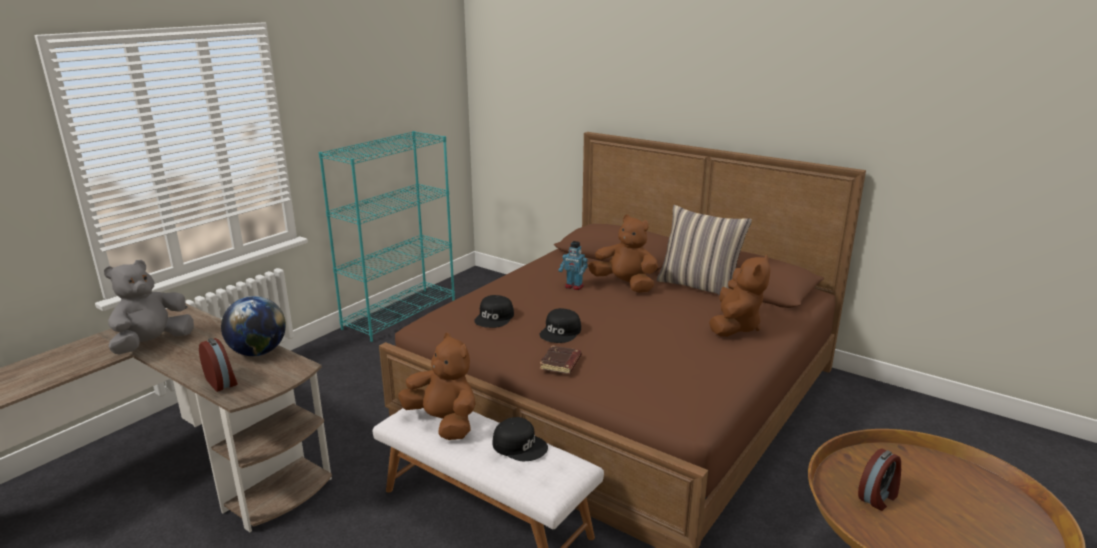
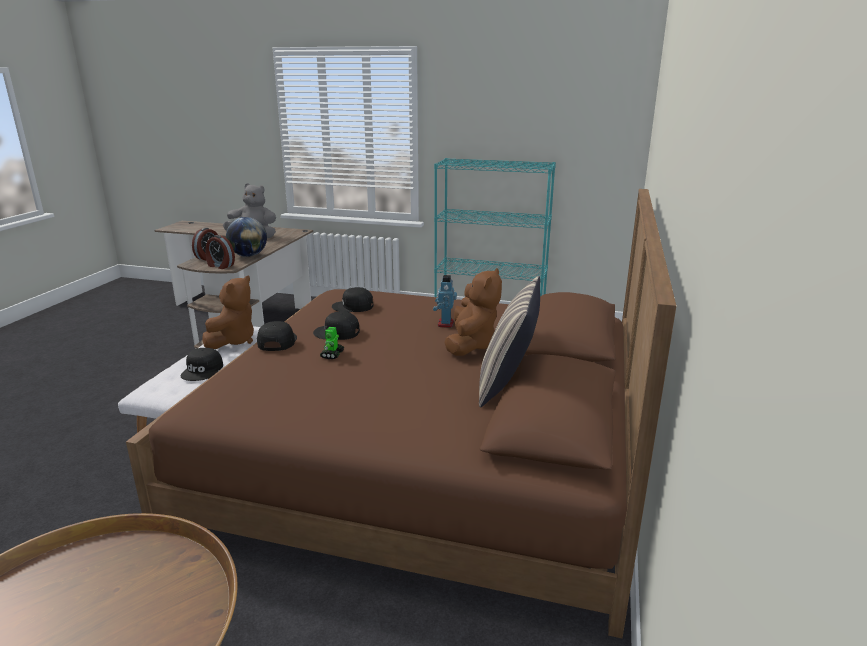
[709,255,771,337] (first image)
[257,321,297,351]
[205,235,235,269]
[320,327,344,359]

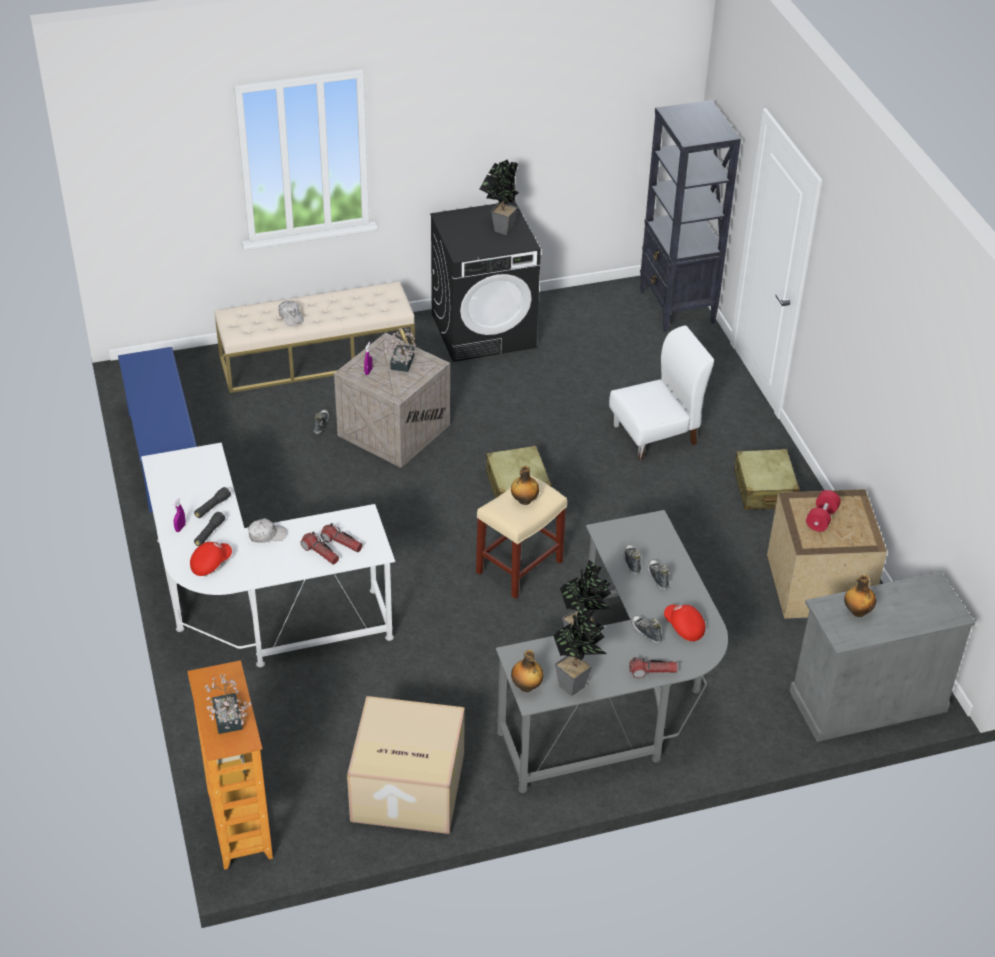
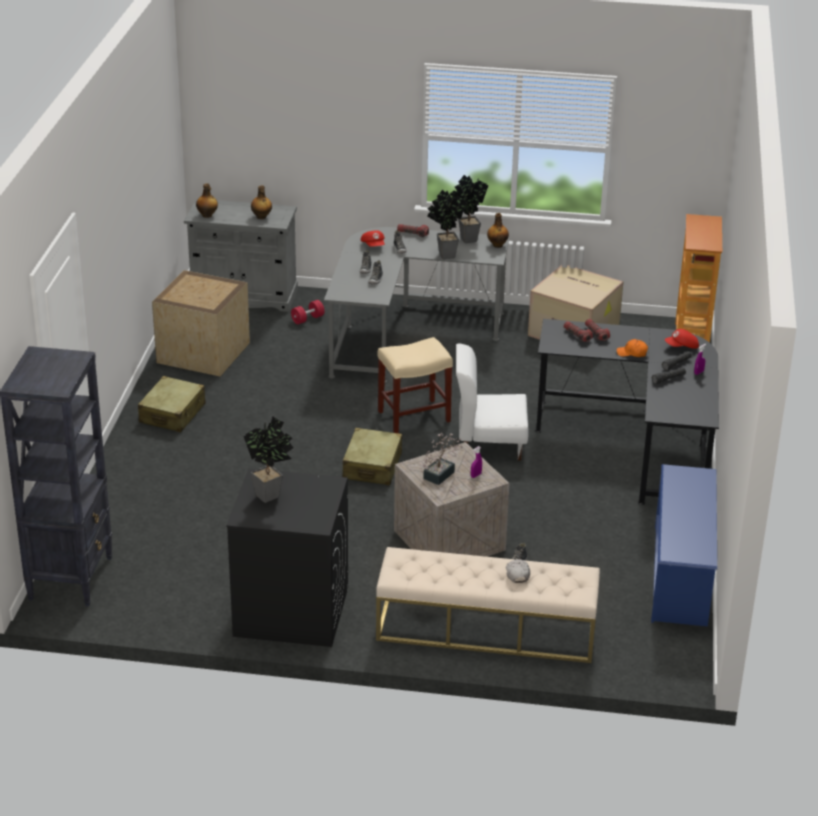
[456,344,528,460]
[535,319,719,505]
[196,183,218,218]
[291,300,324,324]
[617,339,648,357]
[205,674,251,734] (first image)

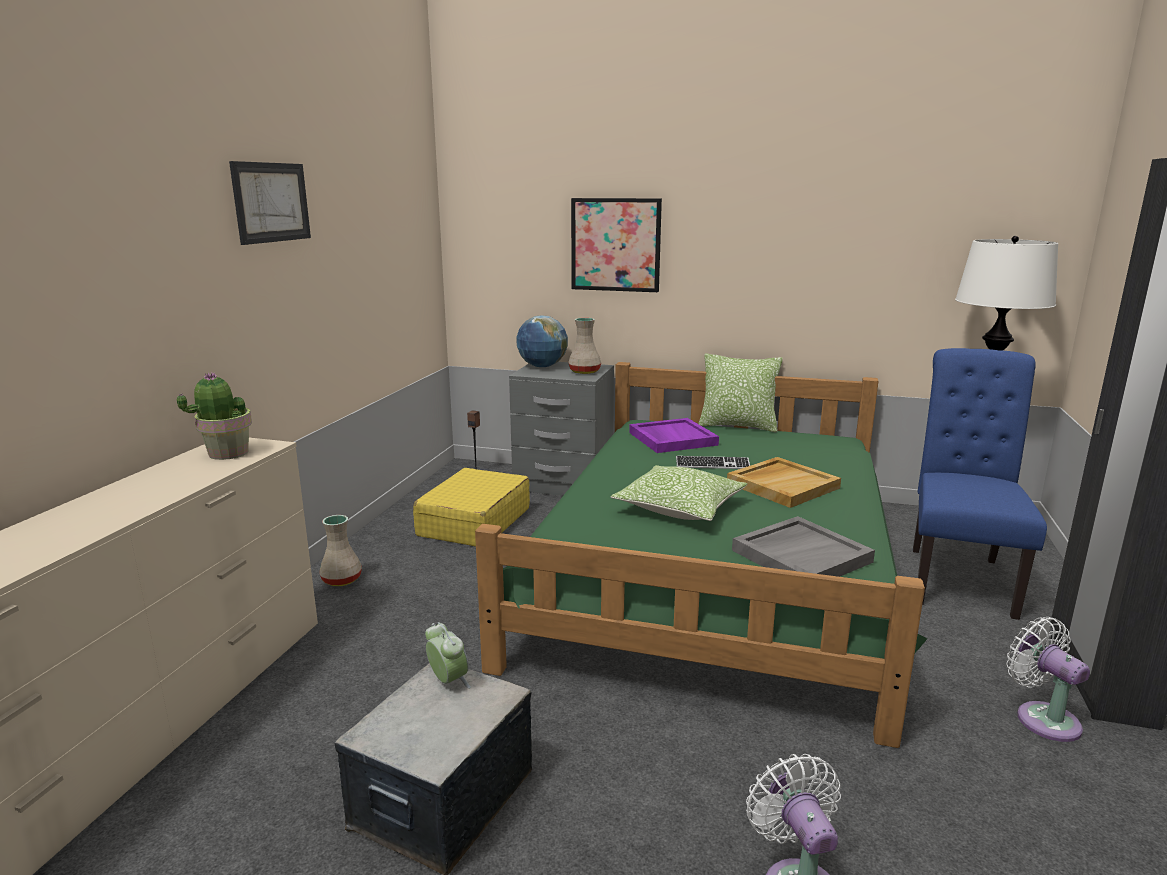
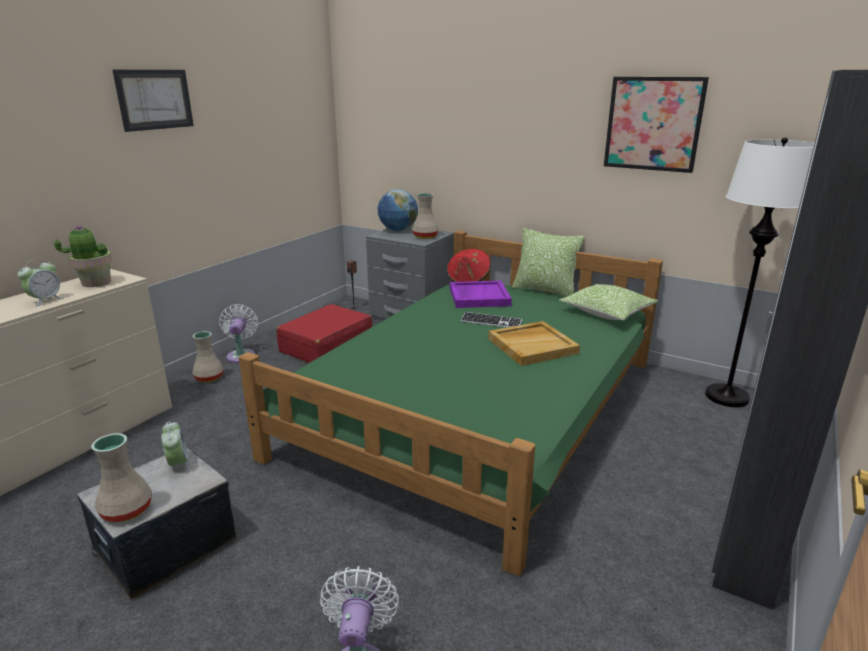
[604,77,709,173]
[913,348,1047,620] (first image)
[559,284,658,321]
[277,304,372,363]
[732,516,875,577] (first image)
[219,304,258,363]
[447,249,490,282]
[17,259,64,307]
[91,433,152,522]

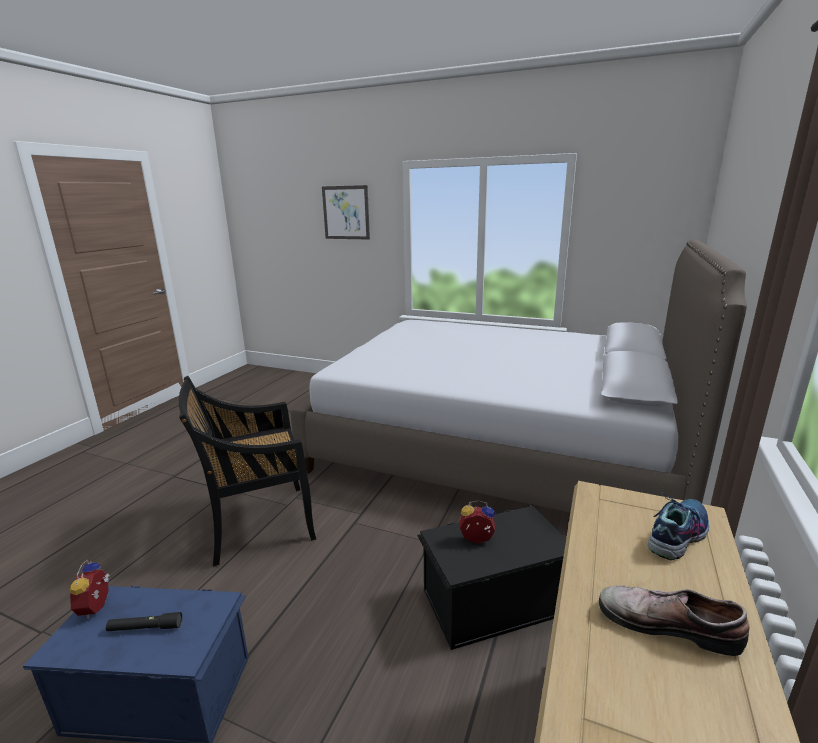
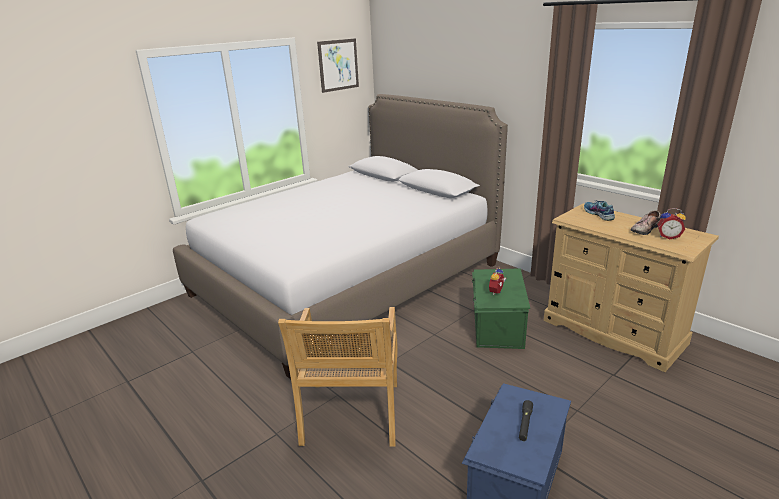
[317,38,359,93]
[278,307,398,447]
[472,268,530,349]
[657,208,686,240]

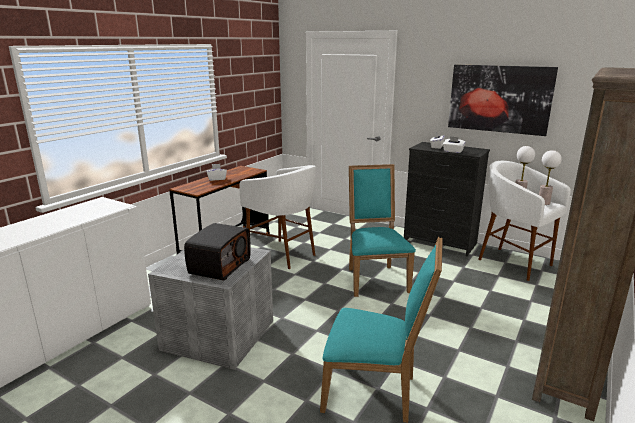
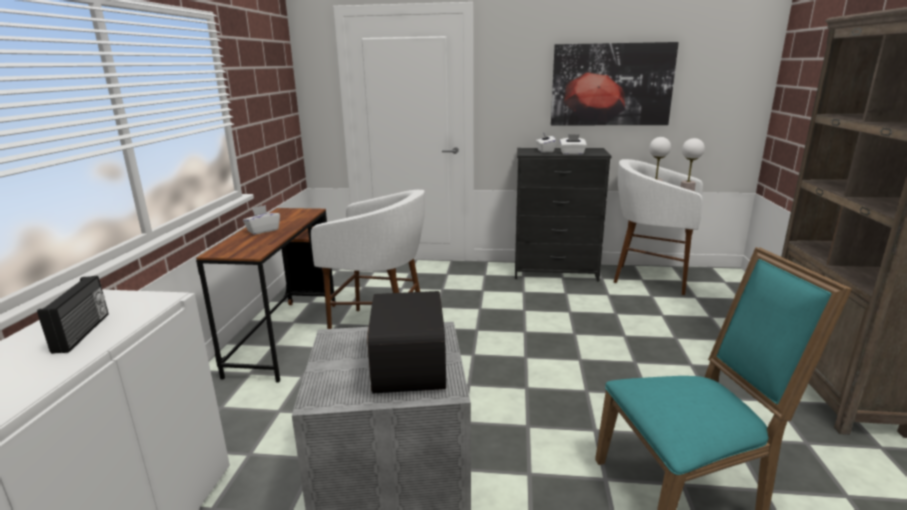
[349,164,416,297] (first image)
[37,276,109,354]

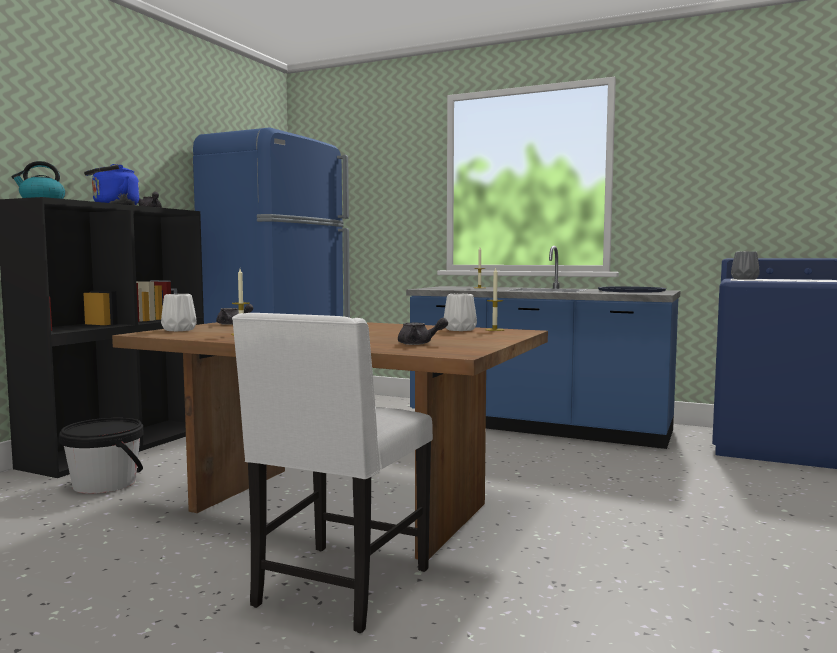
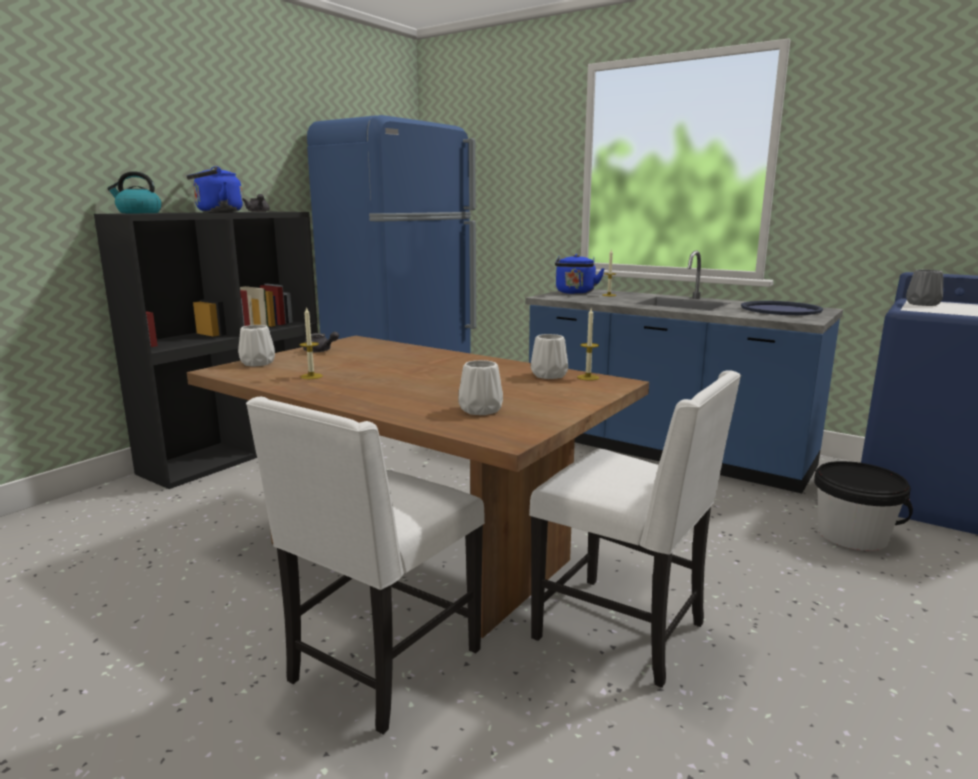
[458,360,503,415]
[814,461,913,551]
[555,254,605,294]
[529,370,741,688]

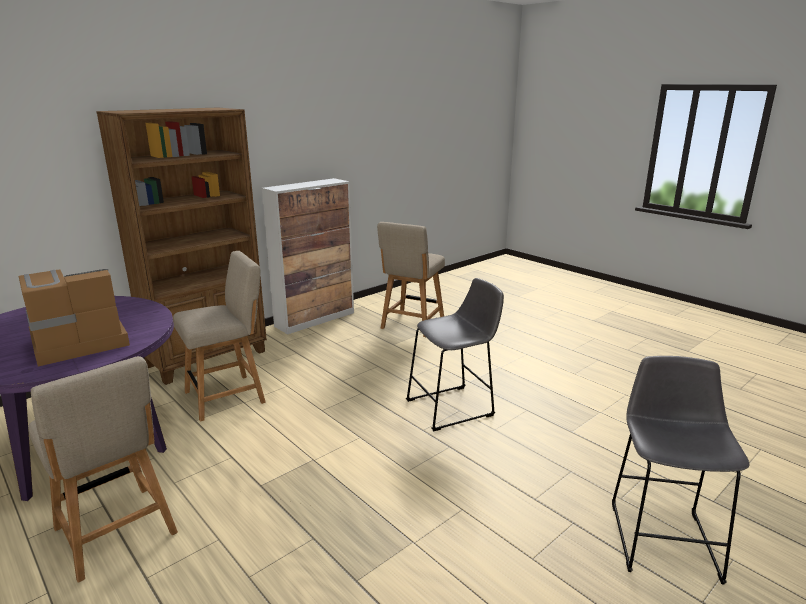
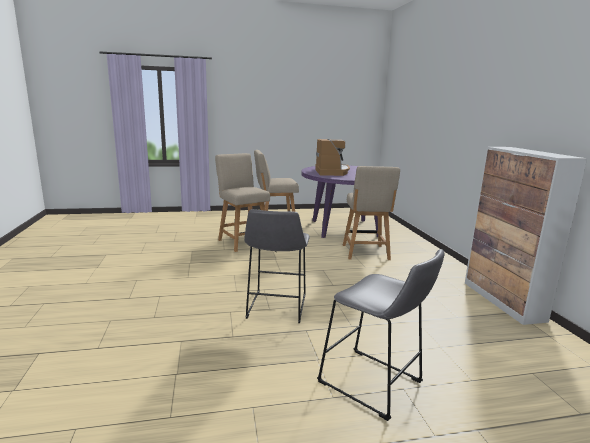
[96,107,267,385] (first image)
[215,153,270,252]
[317,249,445,421]

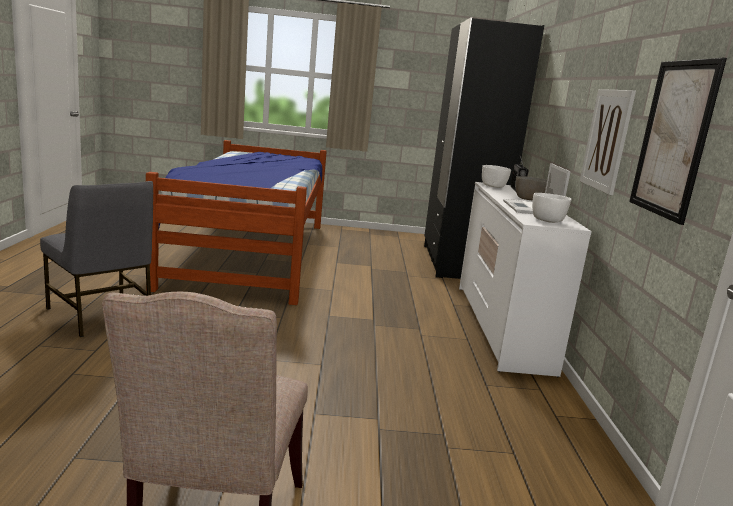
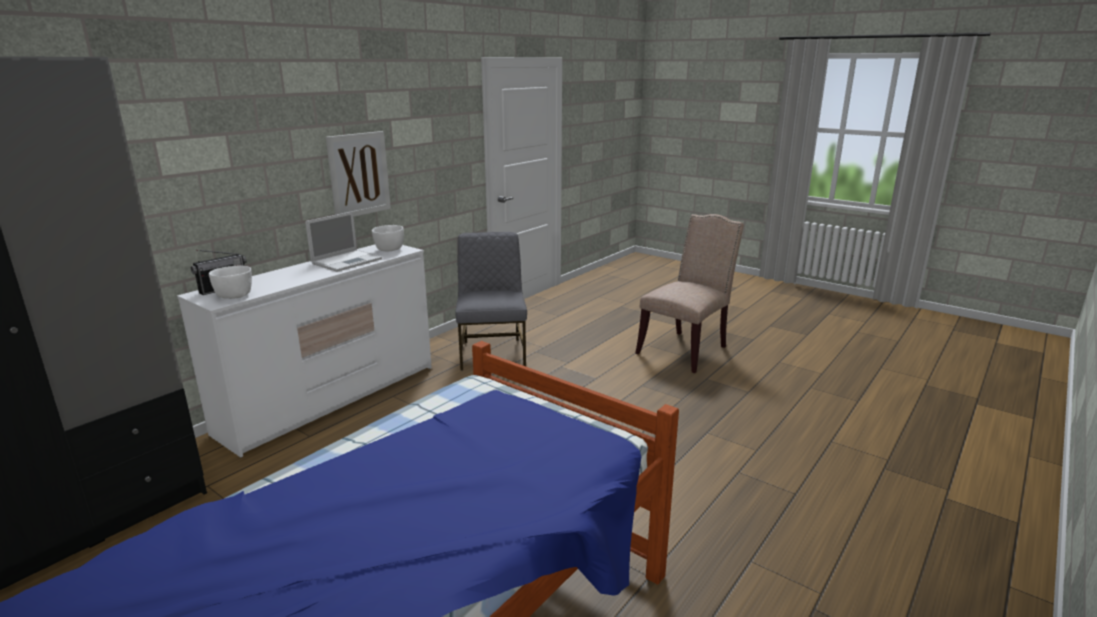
[629,58,727,225] (first image)
[516,176,547,201] (first image)
[455,232,527,371]

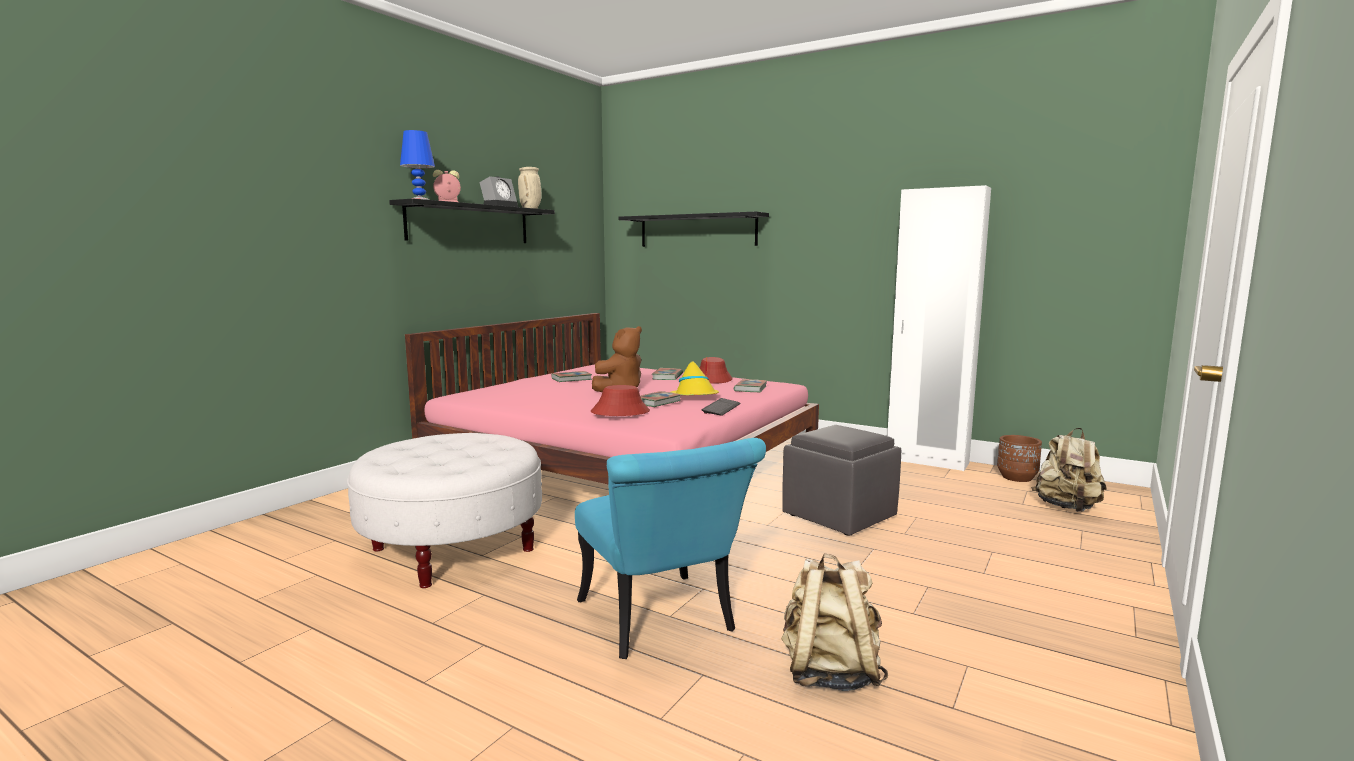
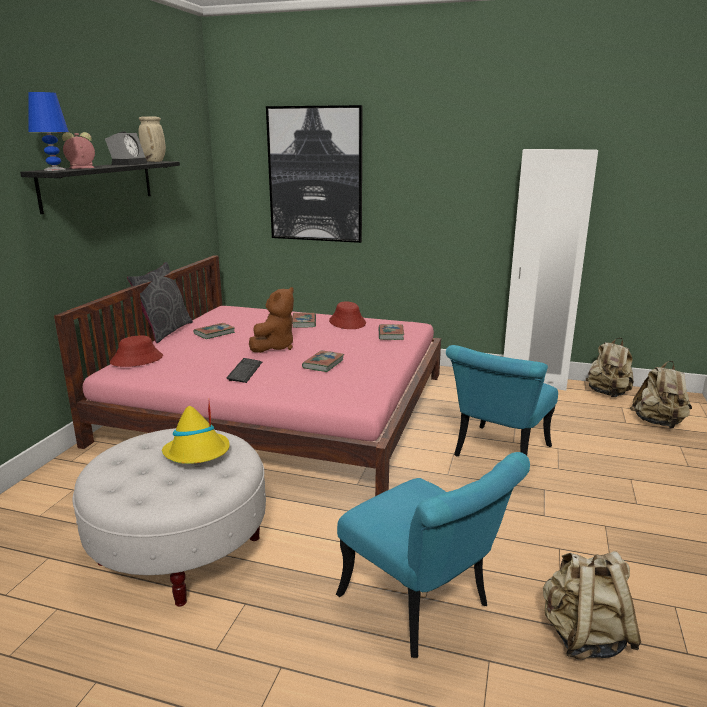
[266,105,363,243]
[162,402,230,464]
[110,336,163,367]
[227,358,262,383]
[446,345,558,477]
[586,338,634,397]
[127,262,193,343]

